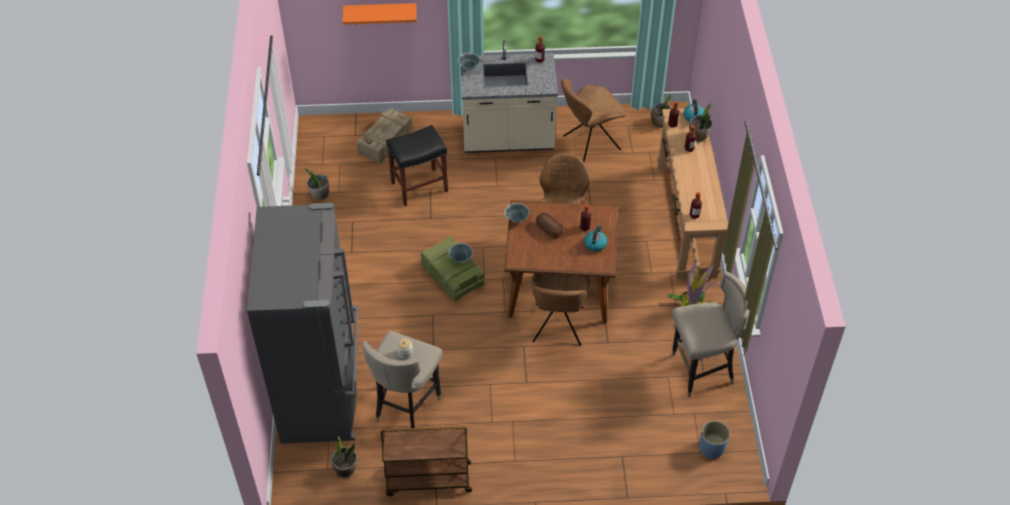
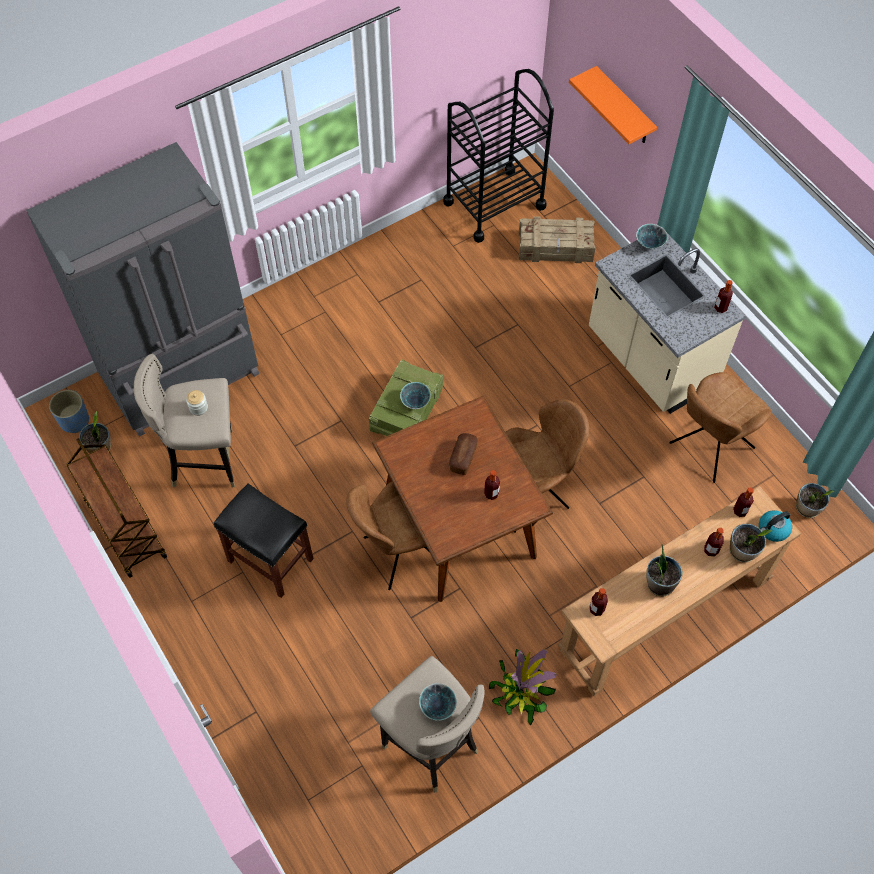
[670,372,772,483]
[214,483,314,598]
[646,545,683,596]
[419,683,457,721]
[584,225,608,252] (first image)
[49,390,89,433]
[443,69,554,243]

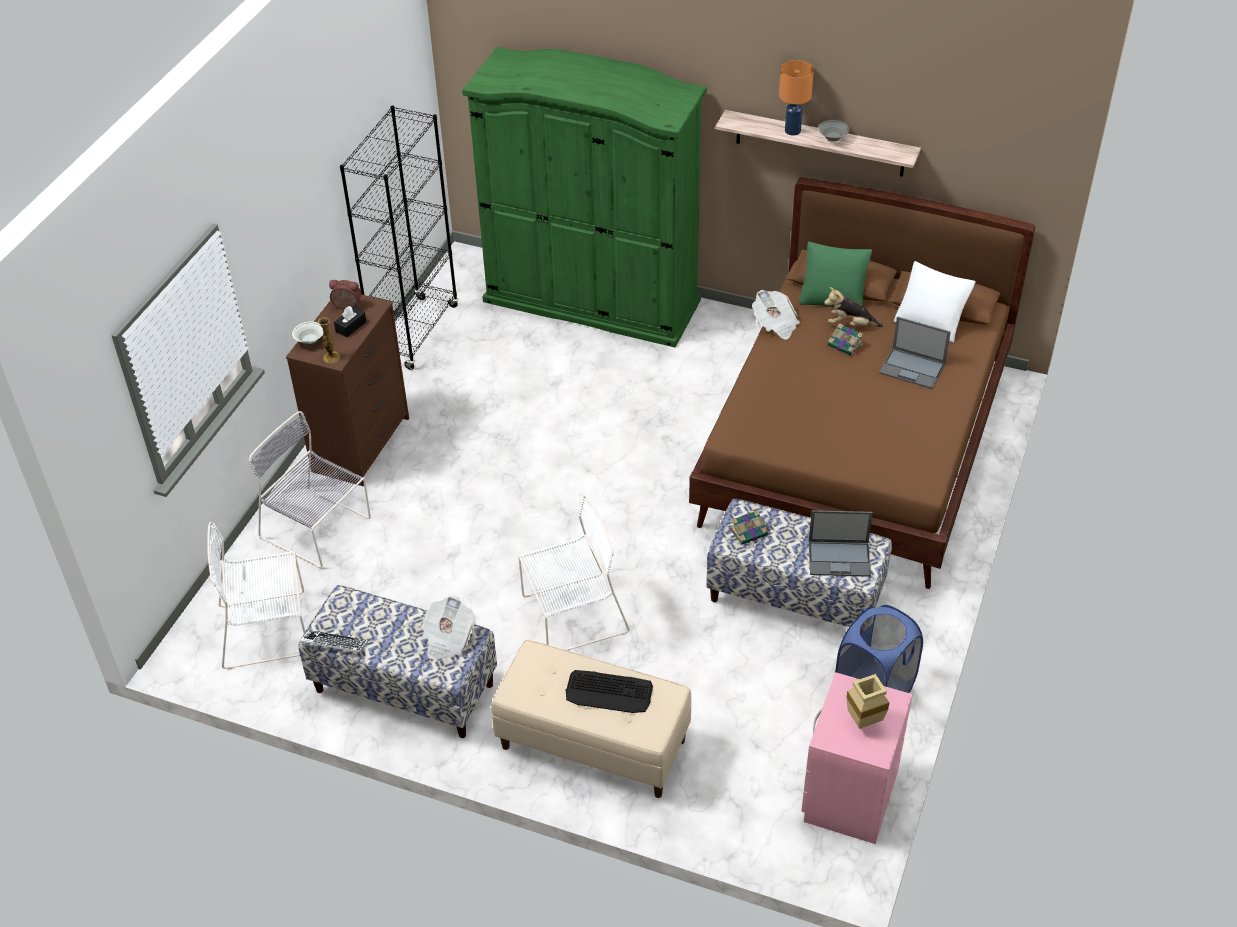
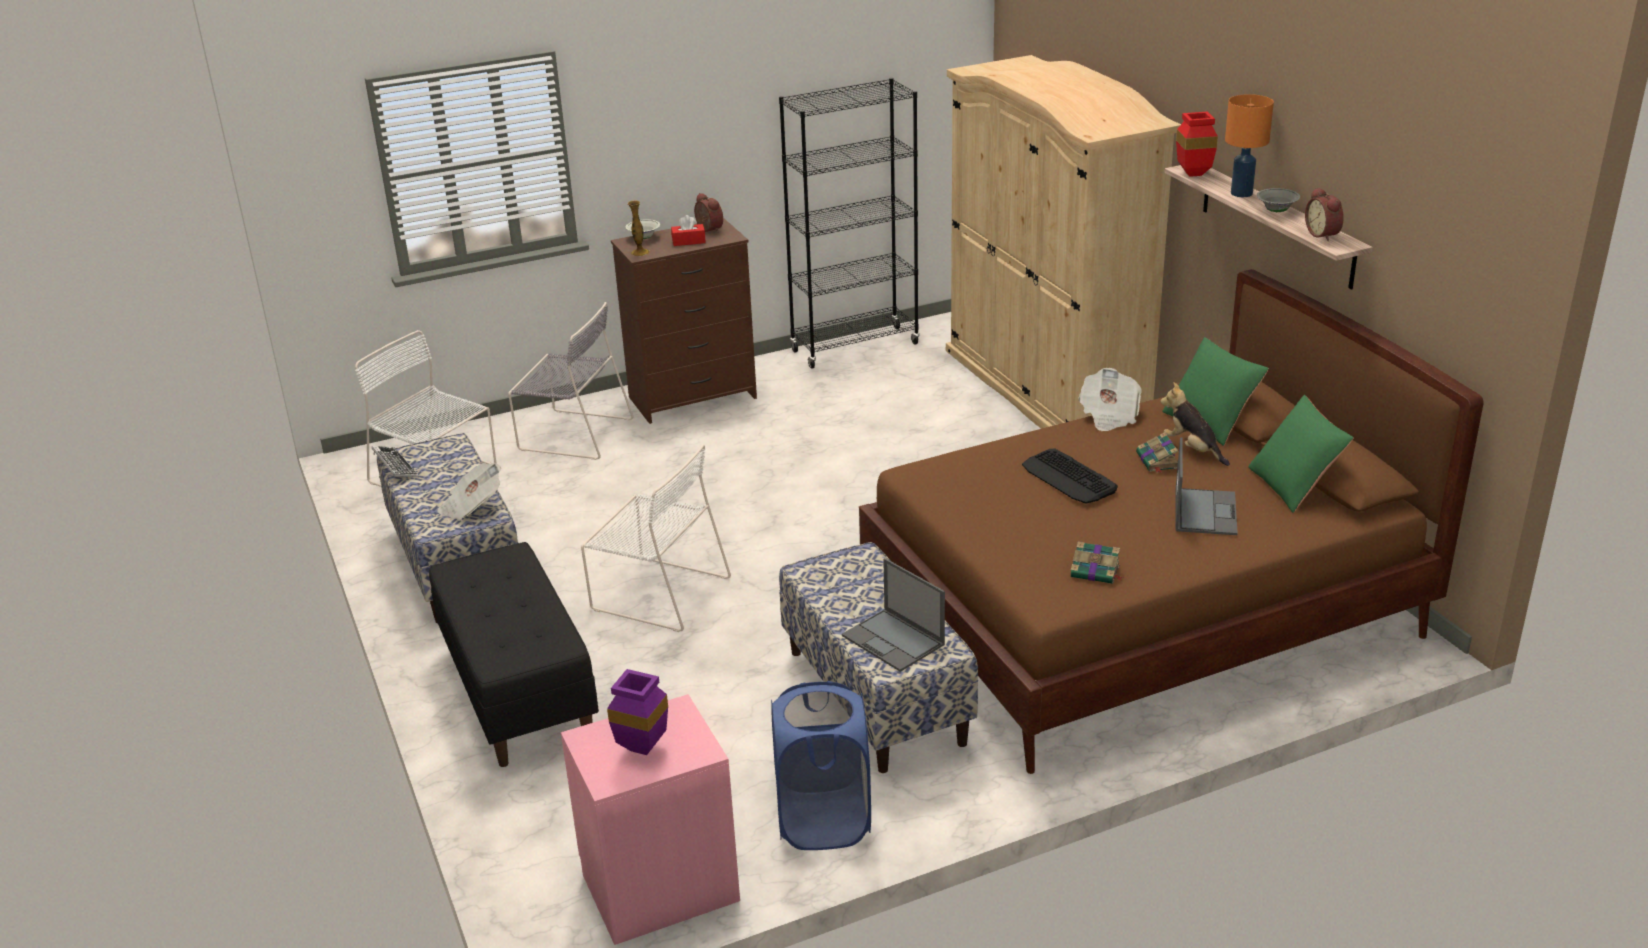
[946,55,1181,429]
[1248,395,1354,513]
[671,215,706,246]
[1176,438,1238,535]
[508,302,633,460]
[1071,541,1124,584]
[429,542,599,767]
[1022,449,1118,504]
[607,669,668,755]
[1176,112,1218,177]
[1305,187,1344,241]

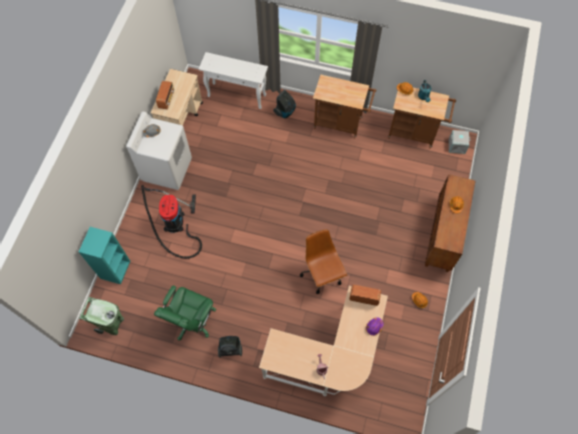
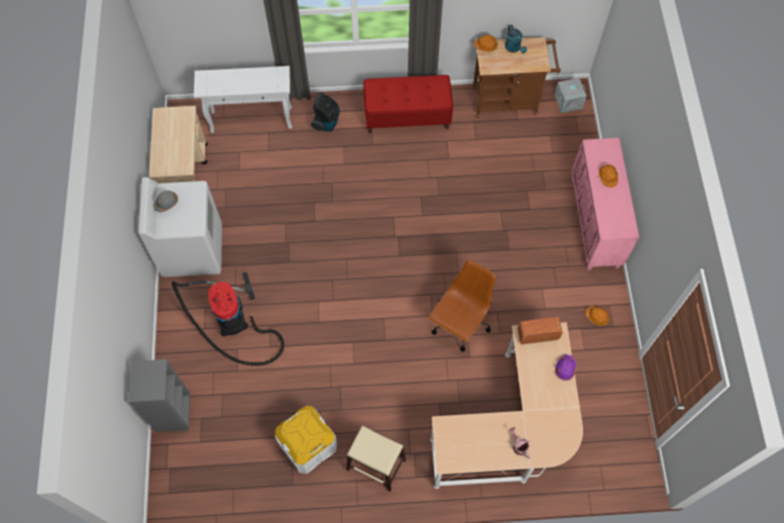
[364,75,453,133]
[156,81,174,110] (first image)
[571,138,639,270]
[128,359,190,432]
[428,260,496,352]
[275,406,337,474]
[79,297,124,335] (first image)
[346,426,406,492]

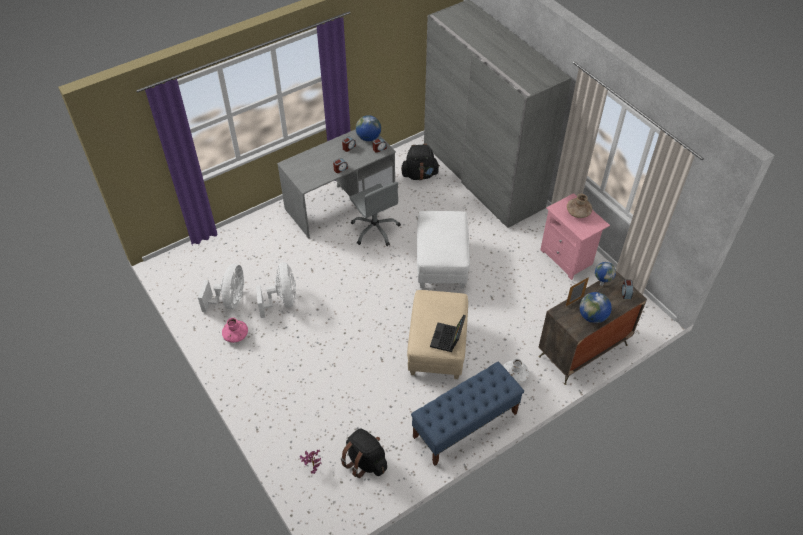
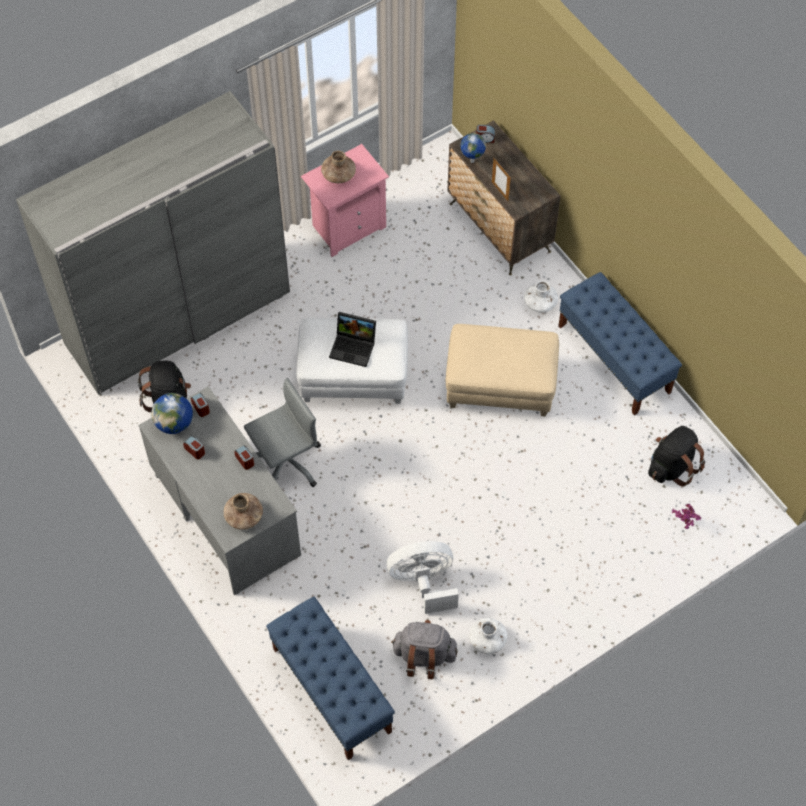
[391,620,458,679]
[580,292,612,323] (first image)
[329,312,376,367]
[469,618,507,654]
[224,493,263,530]
[266,597,395,761]

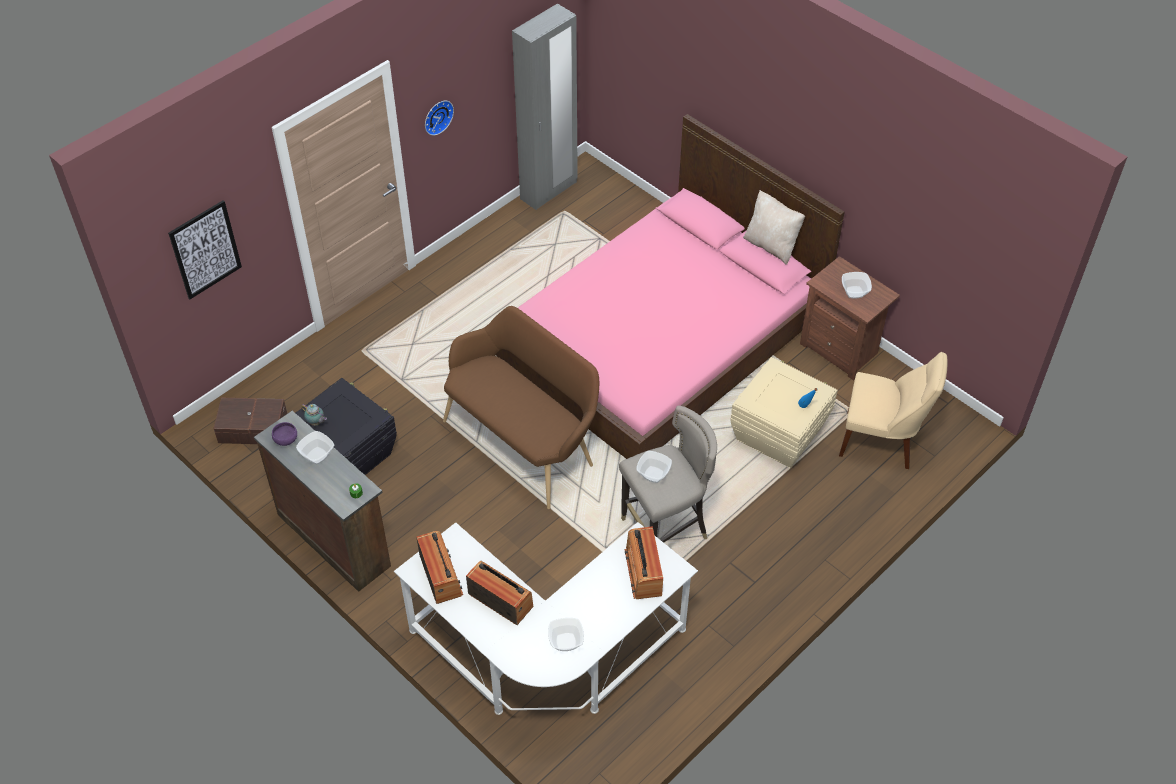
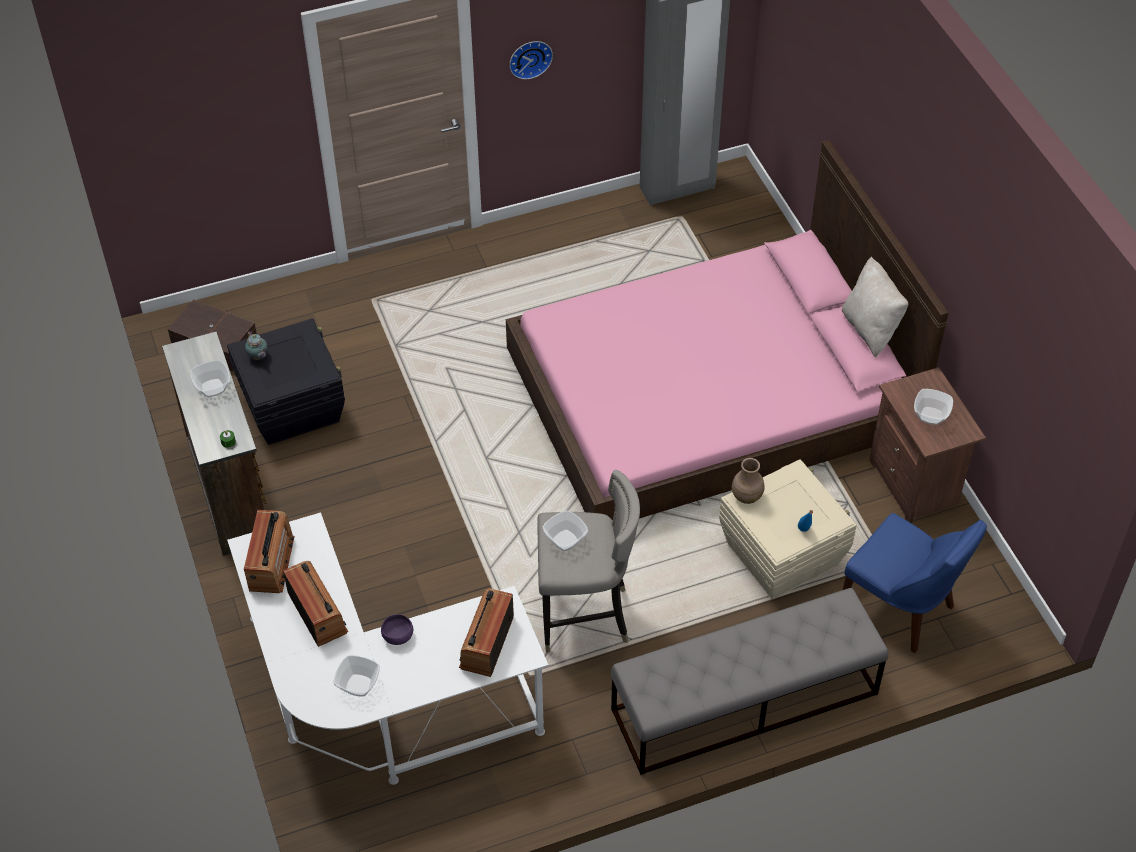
[168,200,242,299] (first image)
[443,306,599,509] (first image)
[843,513,987,653]
[381,614,413,645]
[732,458,764,504]
[611,588,888,775]

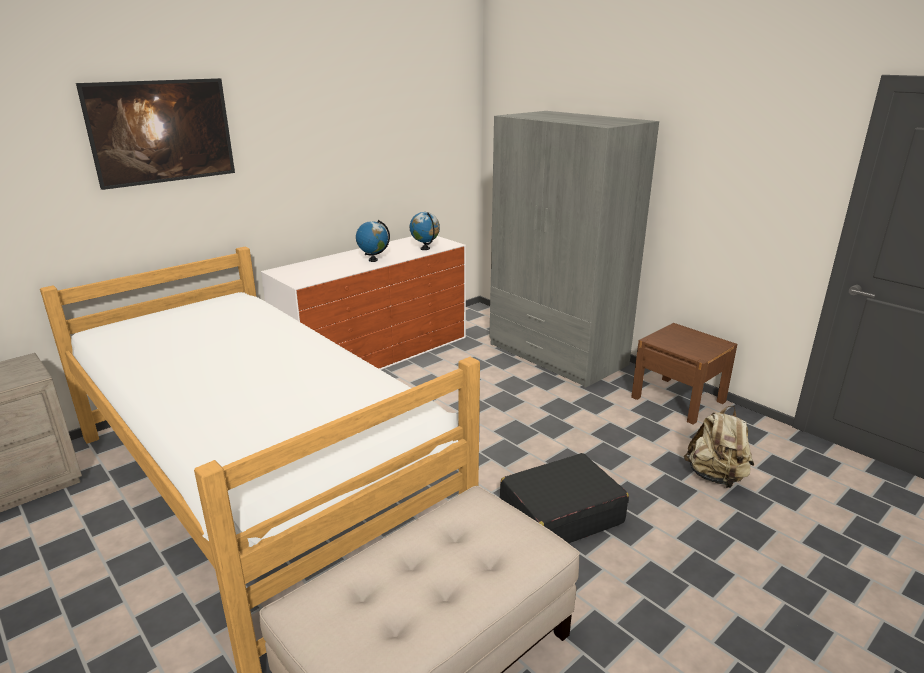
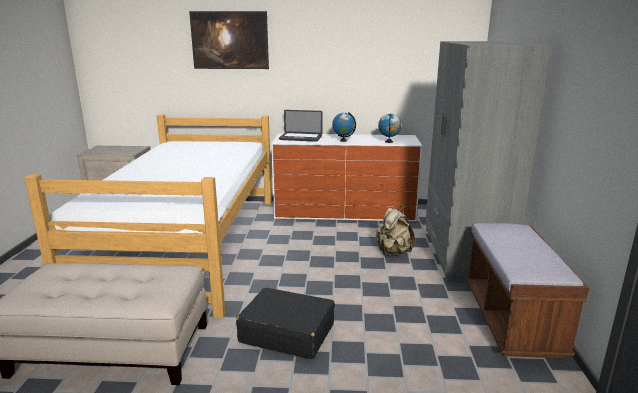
[466,223,589,358]
[376,206,415,256]
[279,110,322,142]

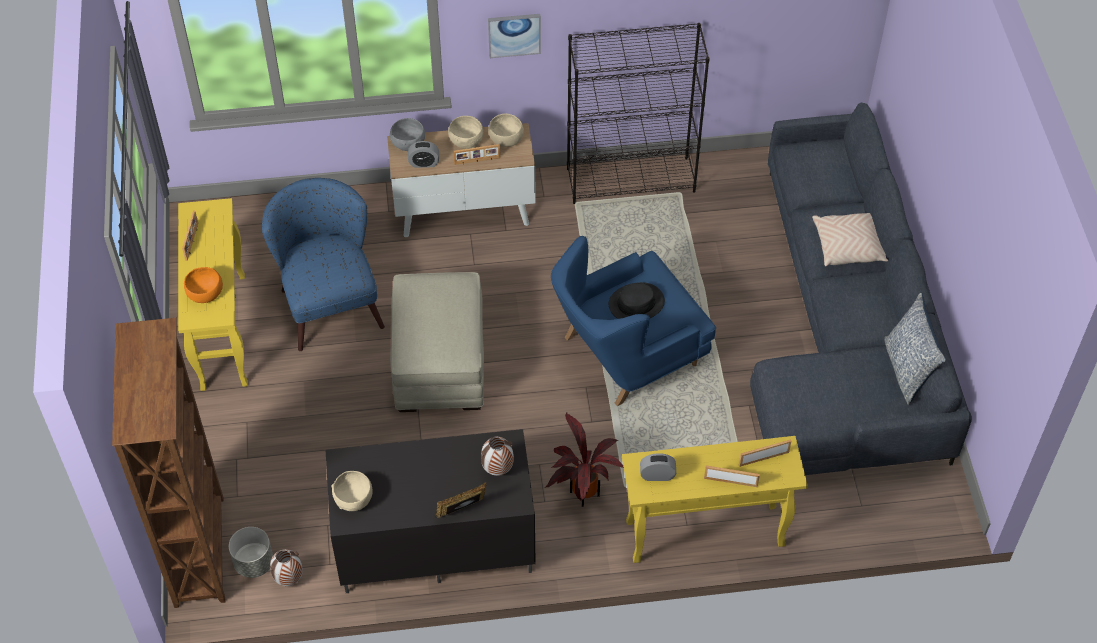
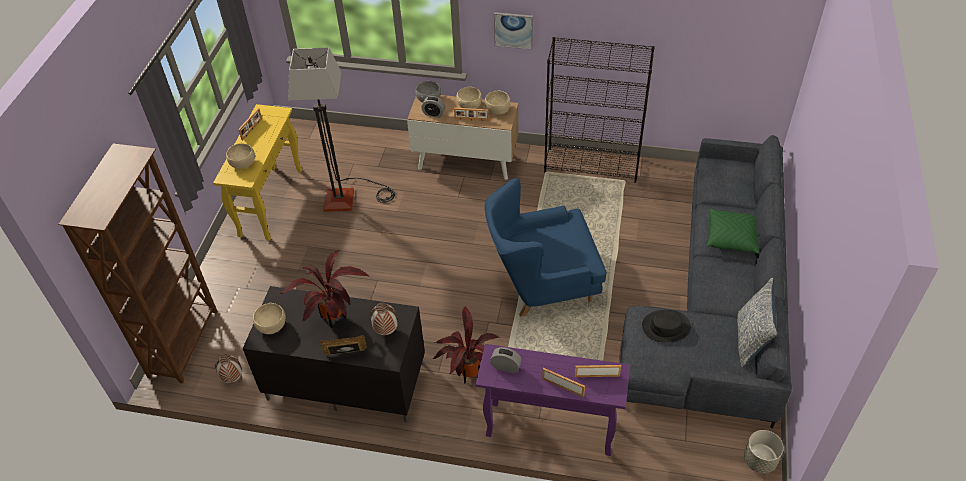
[288,48,395,212]
[707,209,759,254]
[226,143,255,169]
[390,272,484,412] (first image)
[642,310,691,343]
[476,344,630,456]
[744,430,784,473]
[280,250,370,328]

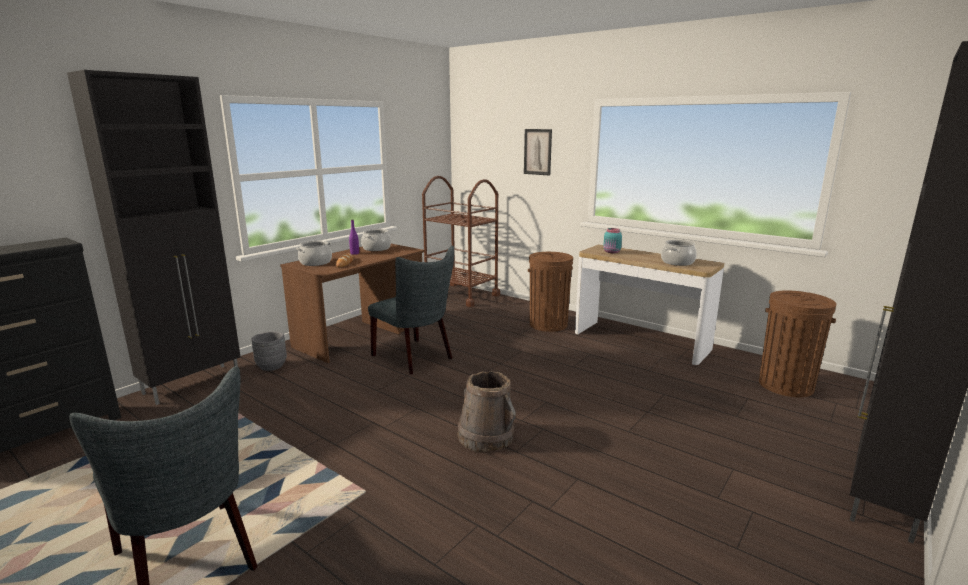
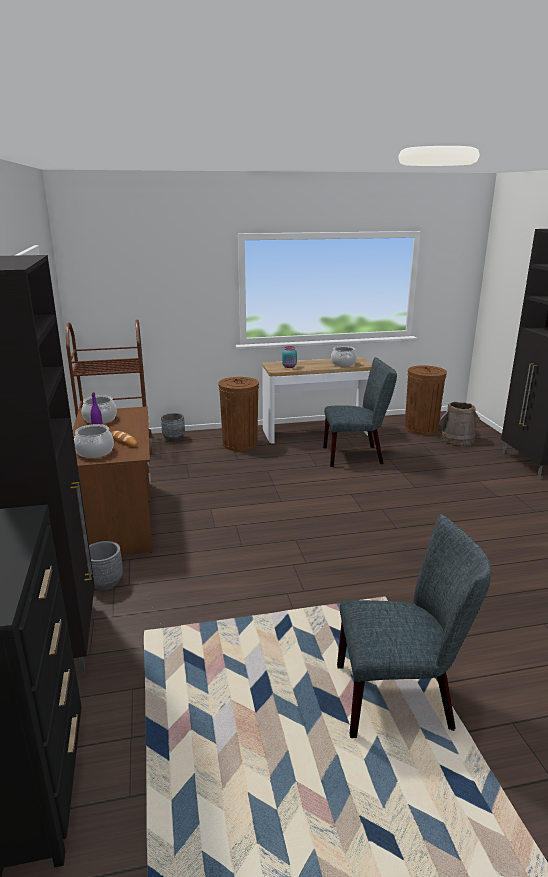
[524,129,552,176] (first image)
[323,357,397,467]
[440,402,480,446]
[161,413,185,442]

